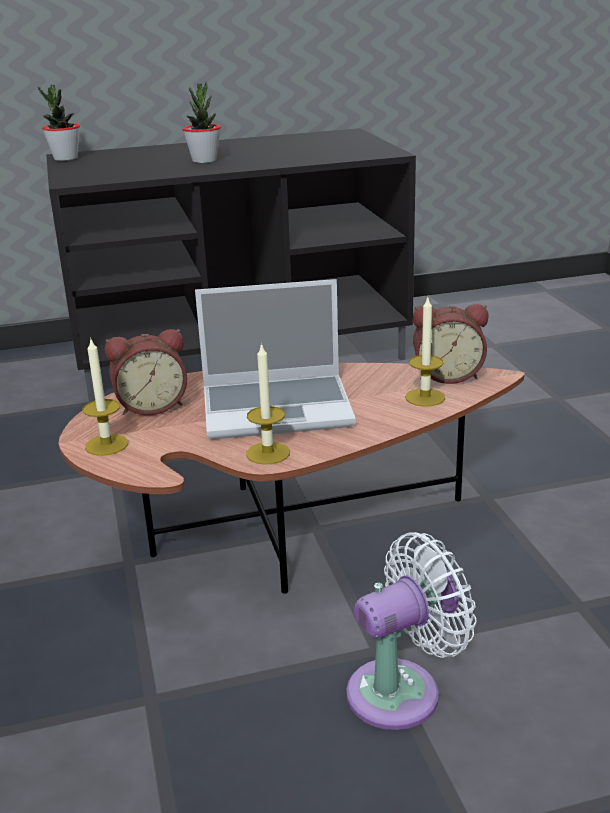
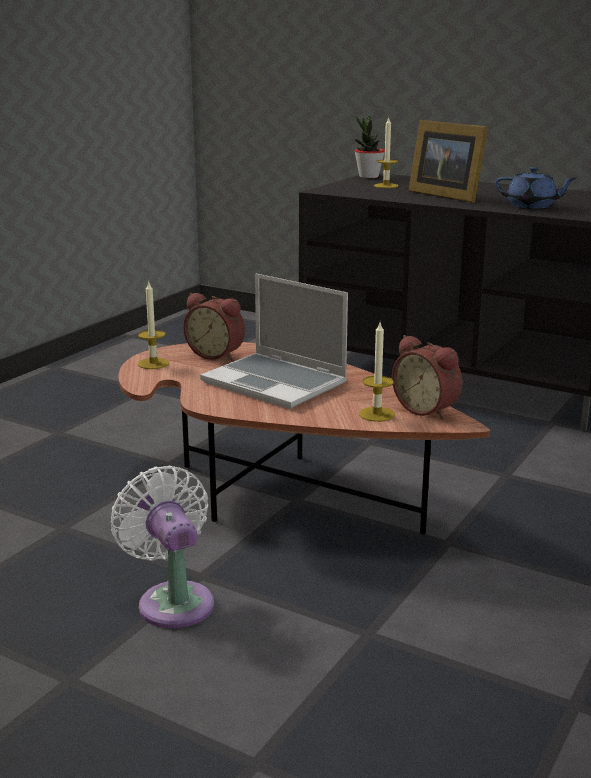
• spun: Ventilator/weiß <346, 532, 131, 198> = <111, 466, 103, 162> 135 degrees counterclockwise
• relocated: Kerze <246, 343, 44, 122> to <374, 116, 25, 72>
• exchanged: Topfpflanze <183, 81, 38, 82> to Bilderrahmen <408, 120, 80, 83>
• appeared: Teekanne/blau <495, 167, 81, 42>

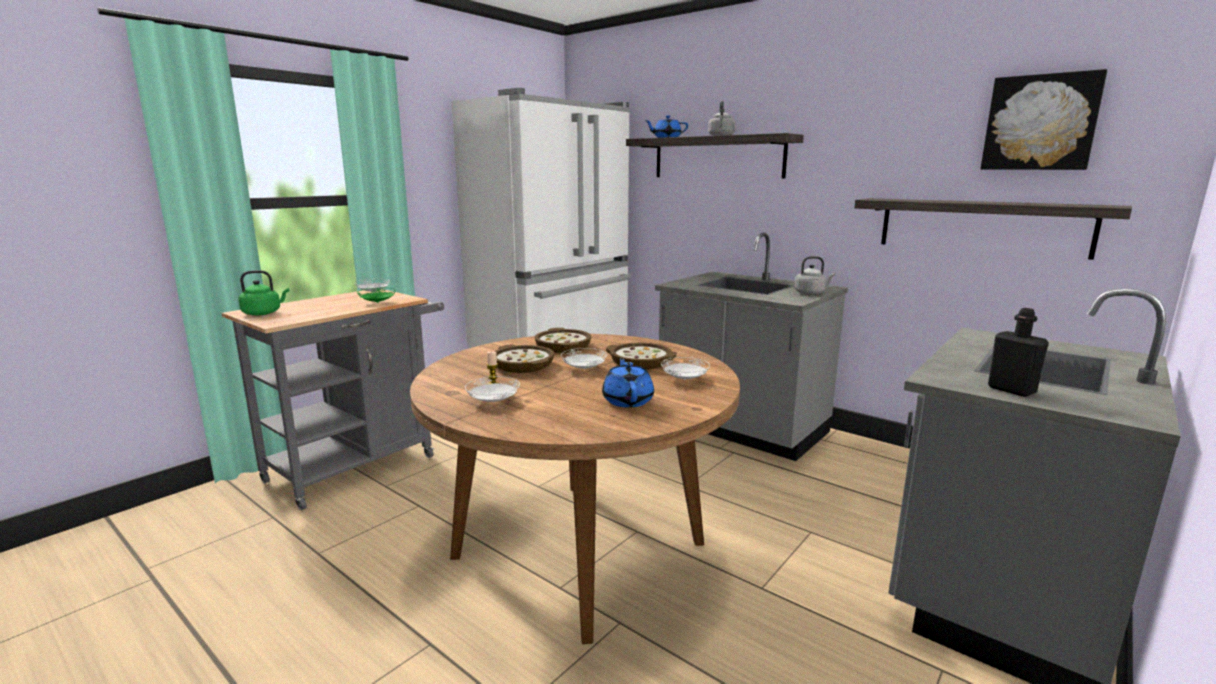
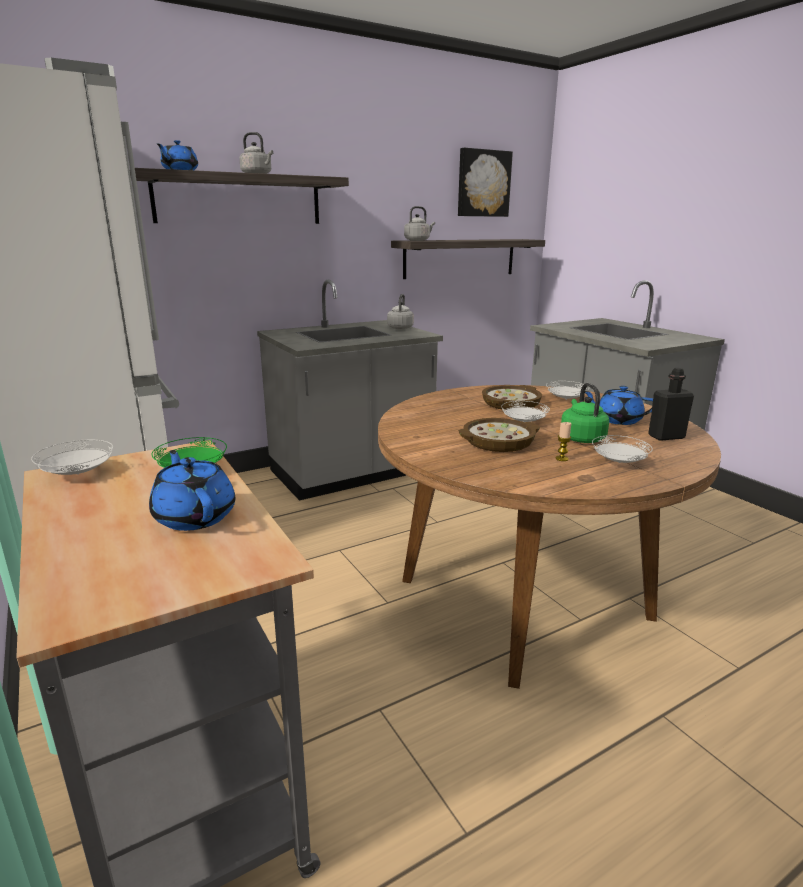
• appeared: Teekanne/blau <149, 450, 86, 81>
• appeared: Wasserkessel/grau <404, 206, 31, 35>
• relocated: Wasserkessel/grün <238, 270, 51, 46> to <561, 383, 48, 60>
• relocated: Flasche/schwarz <988, 308, 61, 89> to <648, 368, 46, 73>
• missing: Schüssel <535, 328, 56, 25>

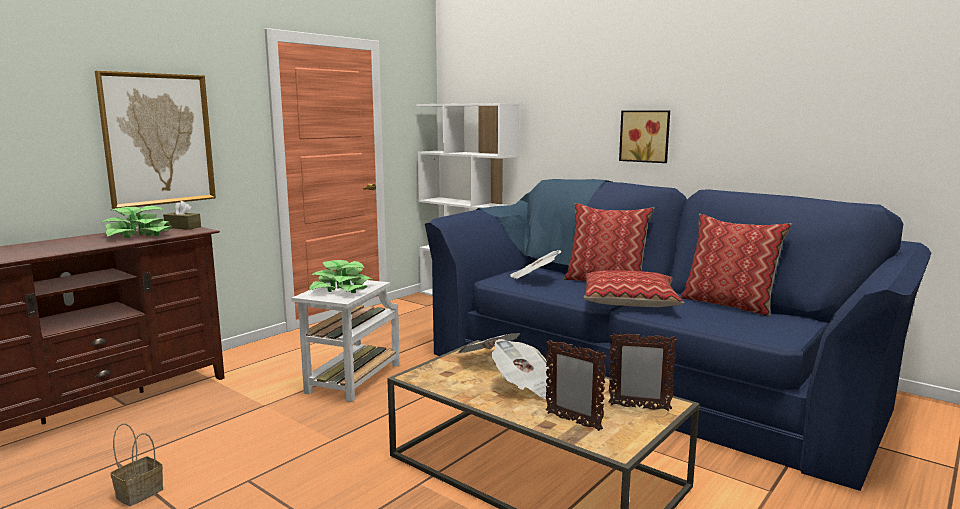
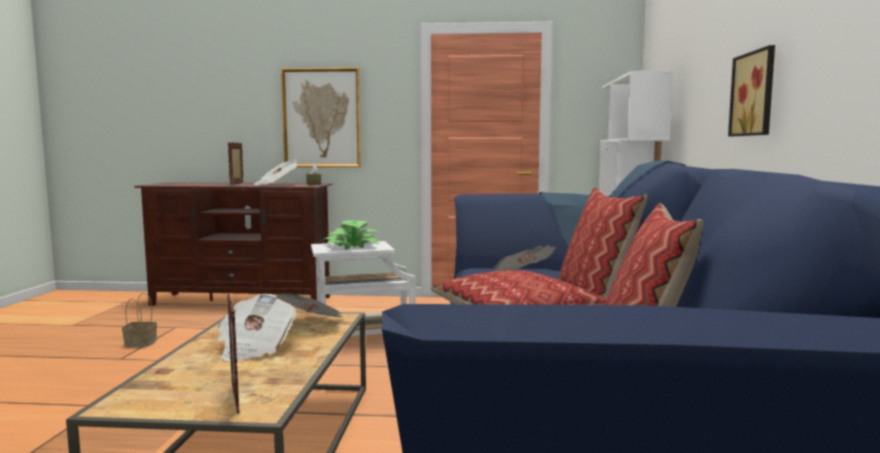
• relocated: Bilderrahmen <546, 339, 61, 92> to <228, 142, 16, 43>
• exchanged: Topfpflanze <101, 206, 71, 32> to Zeitung <254, 160, 44, 25>

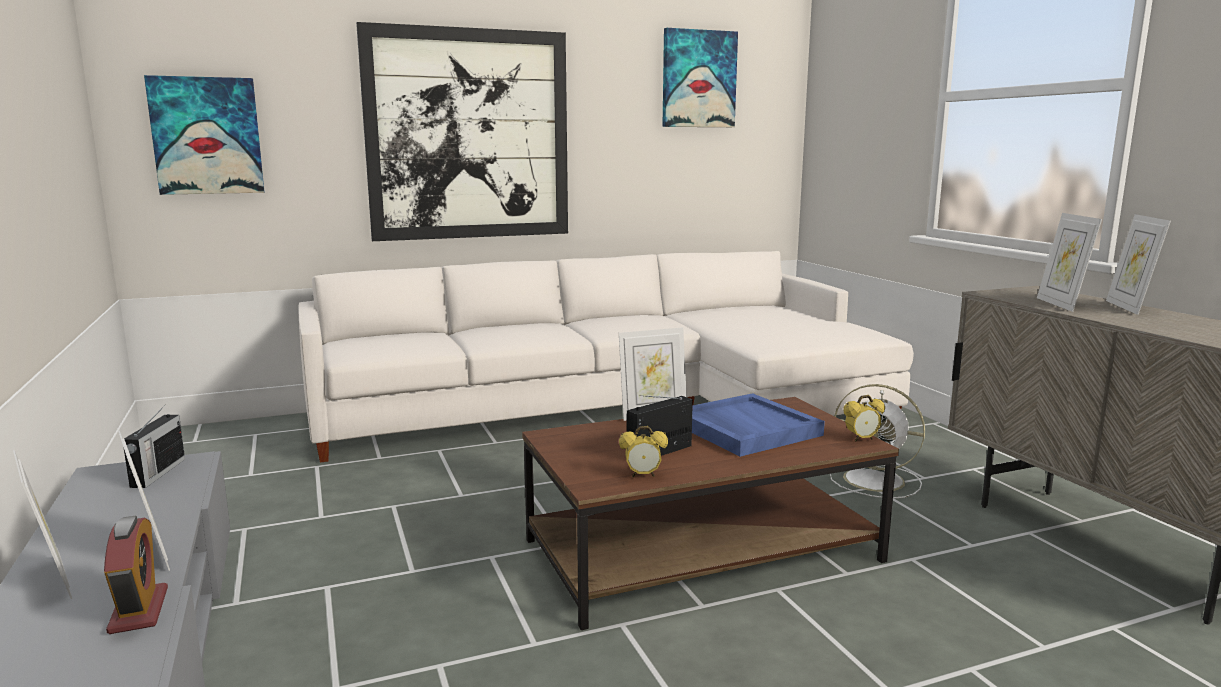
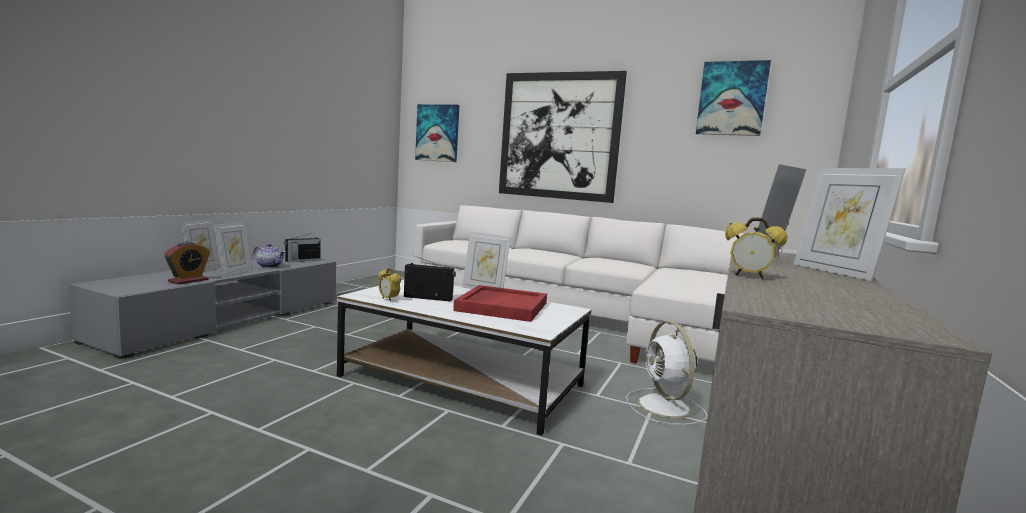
• appeared: Teekanne <253, 244, 32, 24>
• colour: Couchtisch/braun <522, 397, 377, 233> to Couchtisch/weiß <337, 280, 254, 156>
• colour: Tablett/blau <692, 393, 133, 64> to Tablett/rot <453, 285, 94, 37>
• relocated: Wecker <844, 395, 41, 47> to <725, 217, 62, 62>
• spun: Bilderrahmen <1106, 214, 65, 101> = <794, 168, 112, 113> 75 degrees counterclockwise

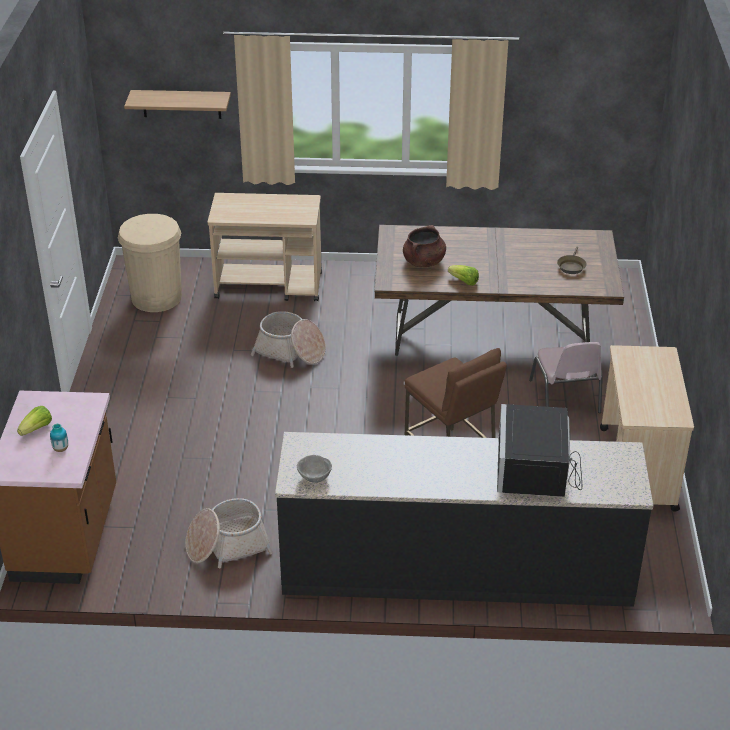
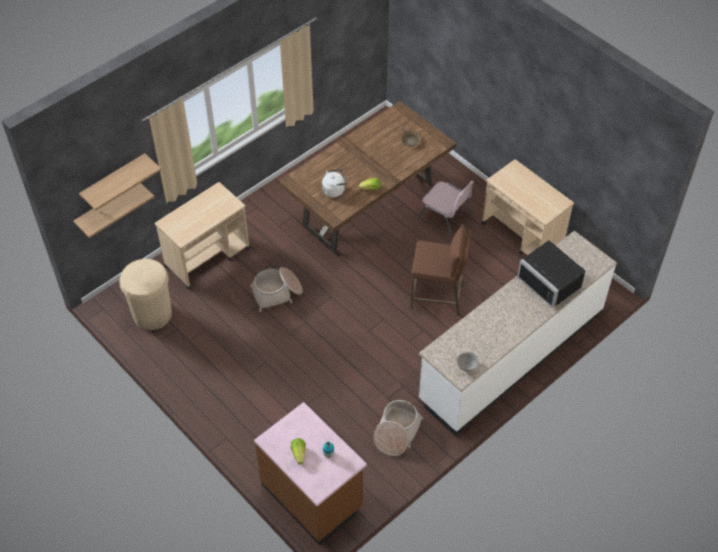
• appeared: Wandregal <73, 183, 81, 55>
• exchanged: Kochtopf/braun <403, 225, 43, 42> to Wasserkessel/weiß <322, 169, 26, 29>
• colour: Küchenzeile/schwarz <275, 432, 379, 175> to Küchenzeile/weiß <419, 231, 198, 205>

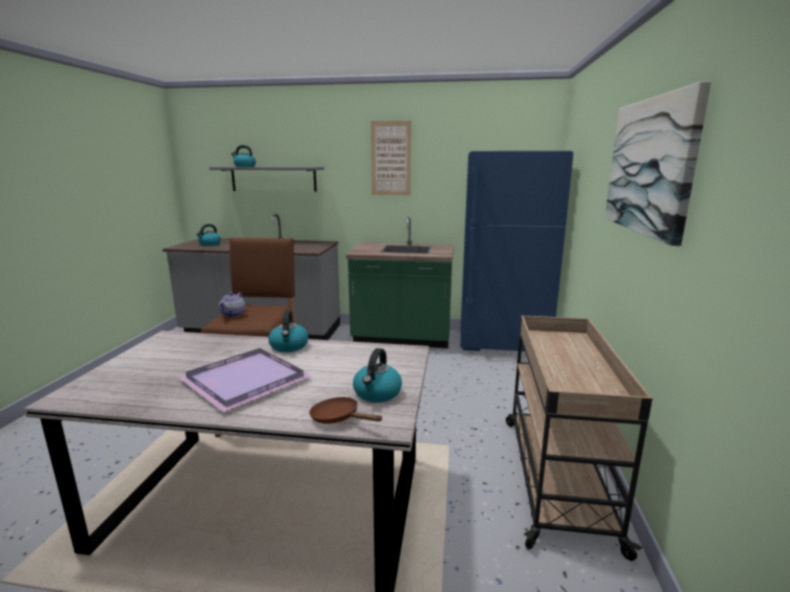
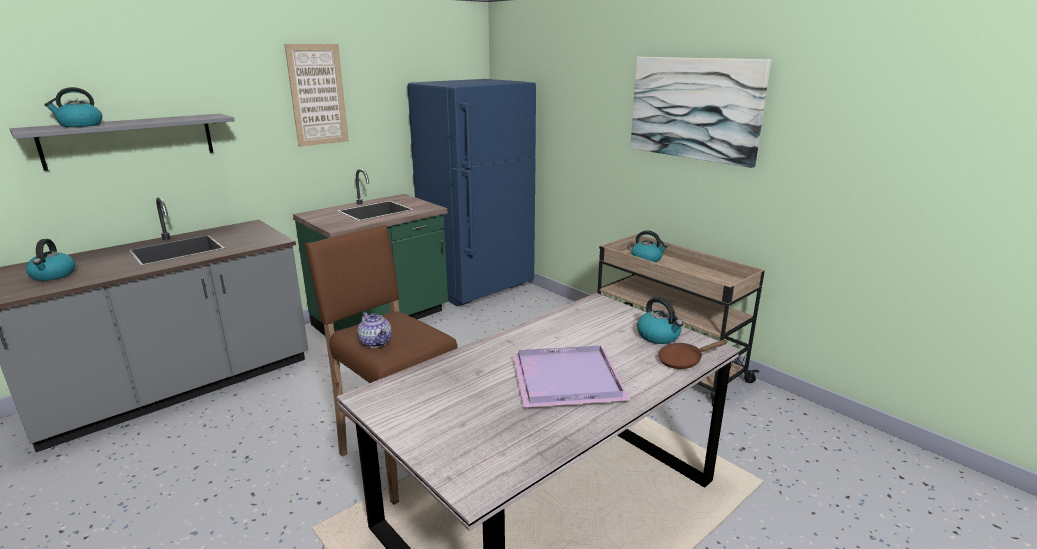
• relocated: Wasserkessel <268, 310, 40, 42> to <631, 230, 37, 33>

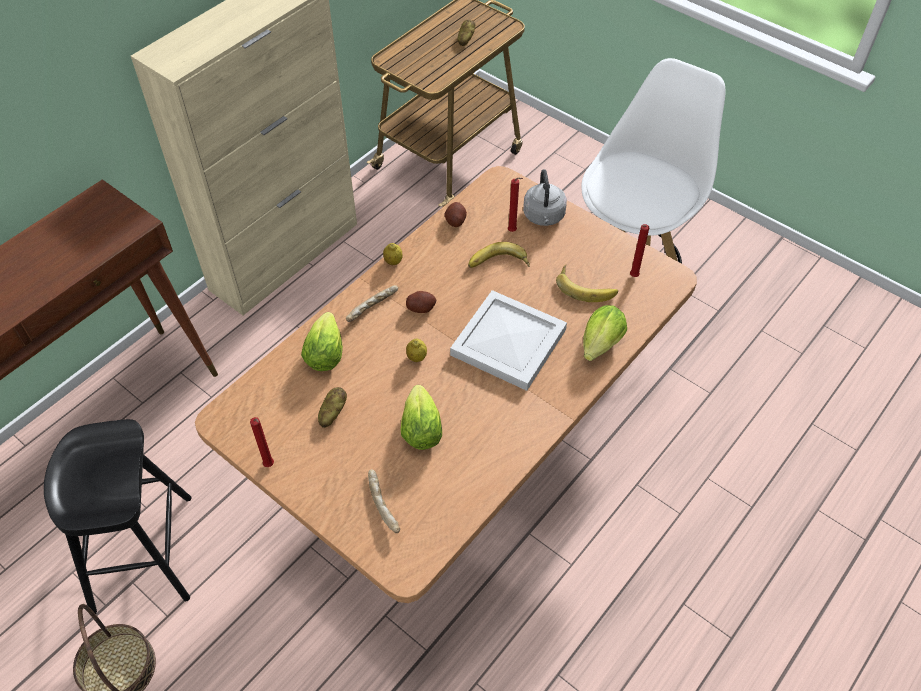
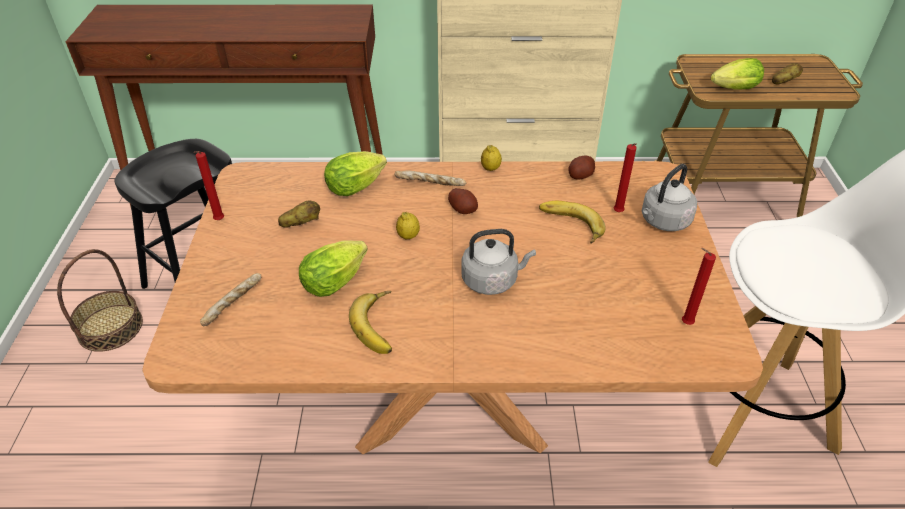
• relocated: Banane <556, 265, 62, 37> to <349, 291, 43, 63>
• exchanged: Tablett/weiß <450, 290, 117, 101> to Wasserkessel/grau <461, 229, 75, 66>
• relocated: Salatkopf <583, 305, 44, 56> to <711, 58, 53, 32>

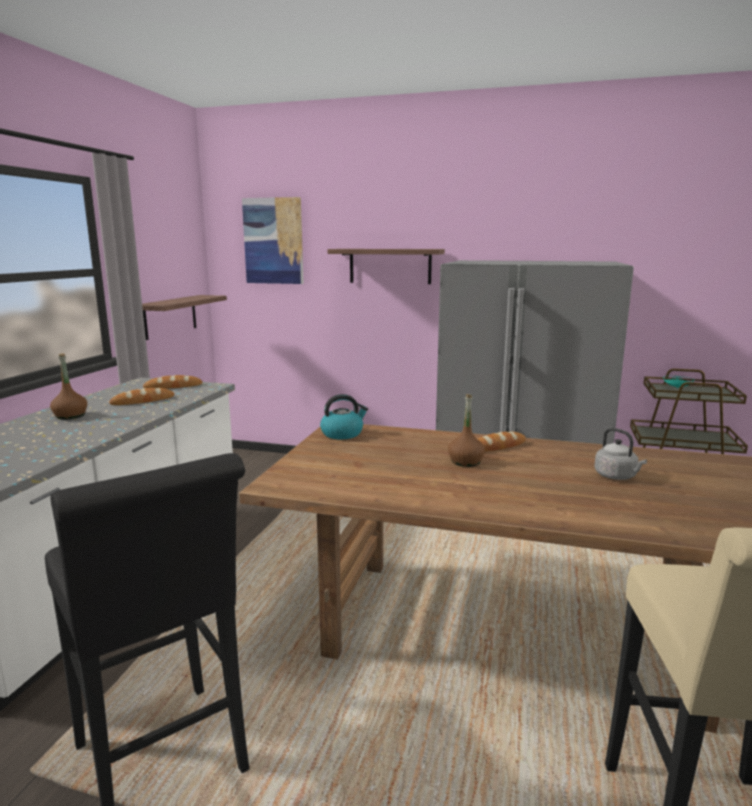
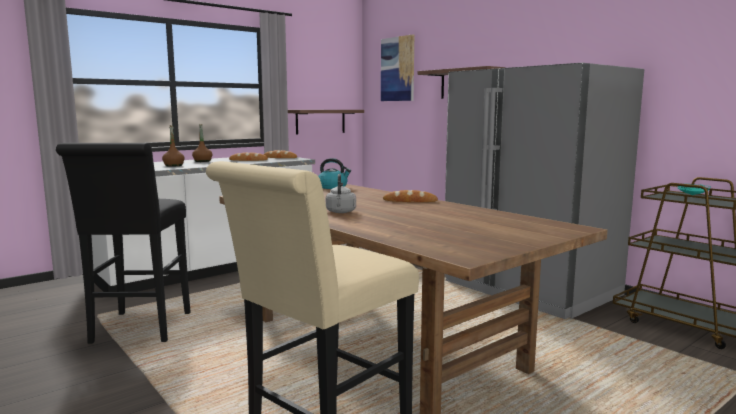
• relocated: Flasche/braun <448, 394, 37, 73> to <162, 125, 23, 42>
• relocated: Wasserkessel/grau <594, 428, 53, 52> to <326, 174, 30, 39>

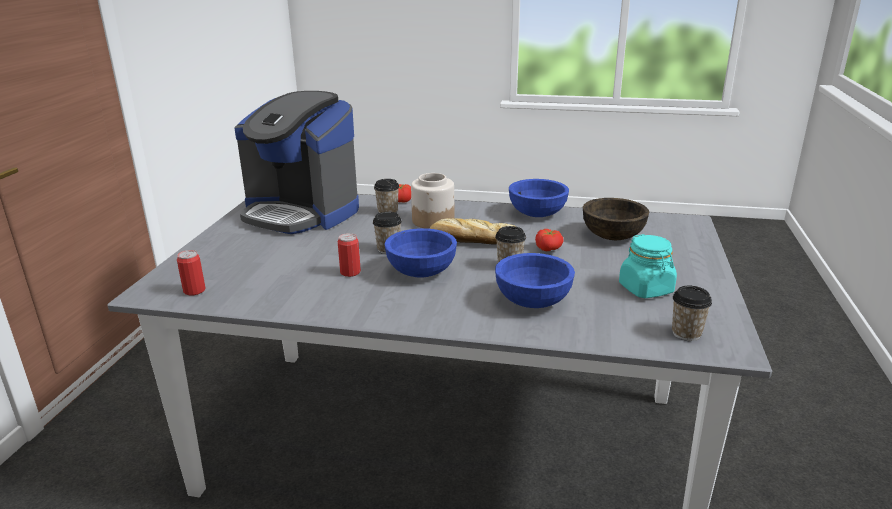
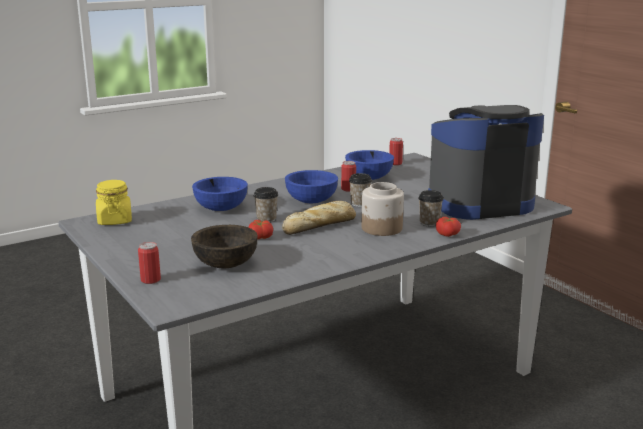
• exchanged: Tasse <672, 286, 40, 55> to Vorratsglas/gelb <96, 180, 36, 45>
• appeared: Dose <138, 242, 23, 42>
• relocated: Schüssel/blau <509, 179, 60, 38> to <345, 150, 49, 30>
• missing: Vorratsglas/türkis <619, 234, 58, 64>

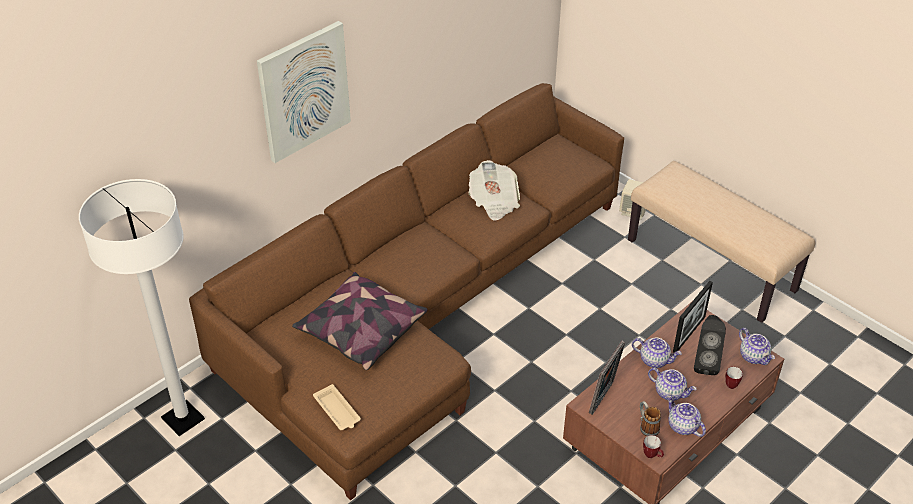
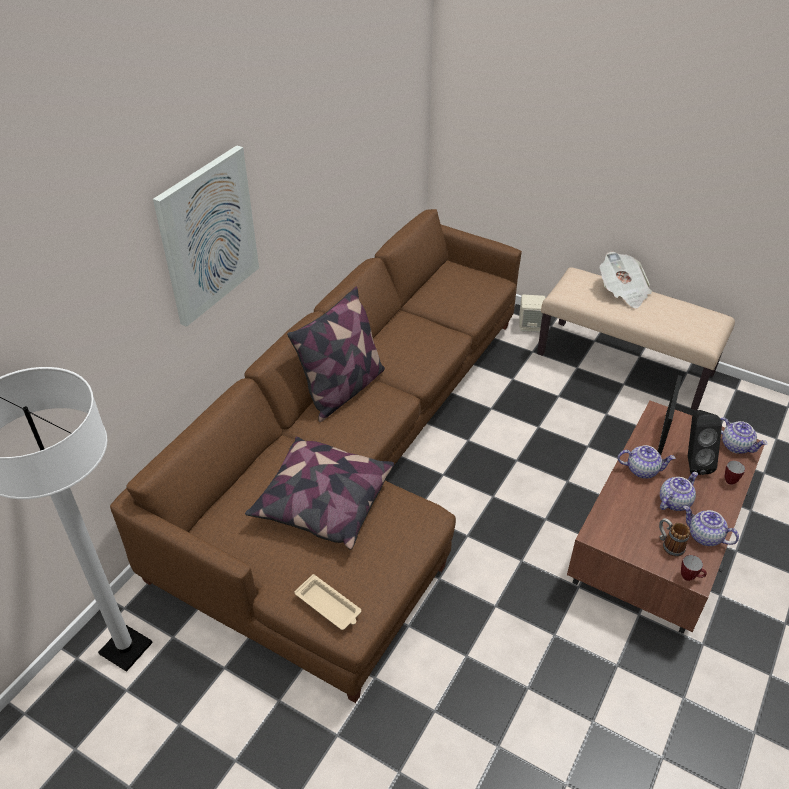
• appeared: Kissen <287, 286, 98, 136>
• relocated: Zeitung <469, 160, 51, 61> to <600, 251, 52, 58>
• spun: Teekanne <648, 368, 49, 33> = <660, 472, 38, 39> 60 degrees counterclockwise
• missing: Bilderrahmen <589, 340, 36, 75>

